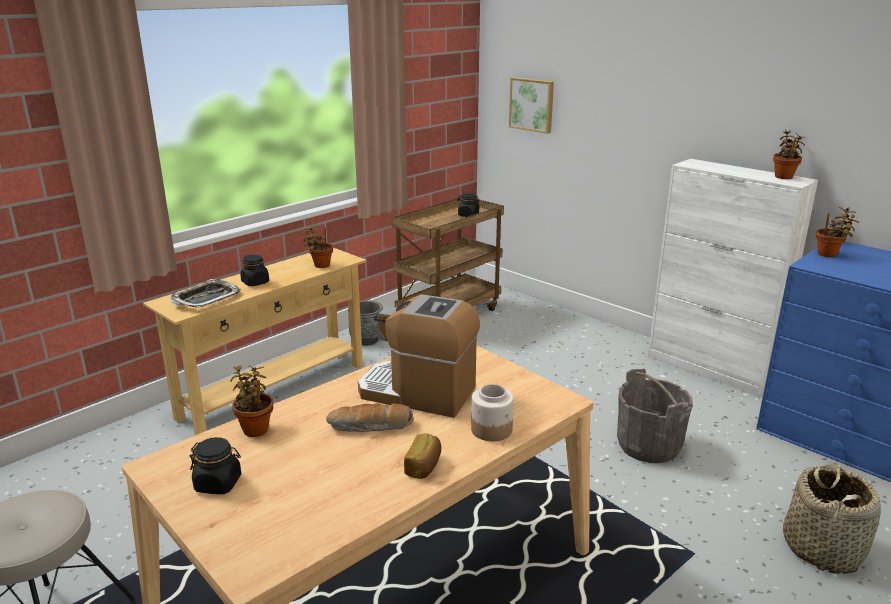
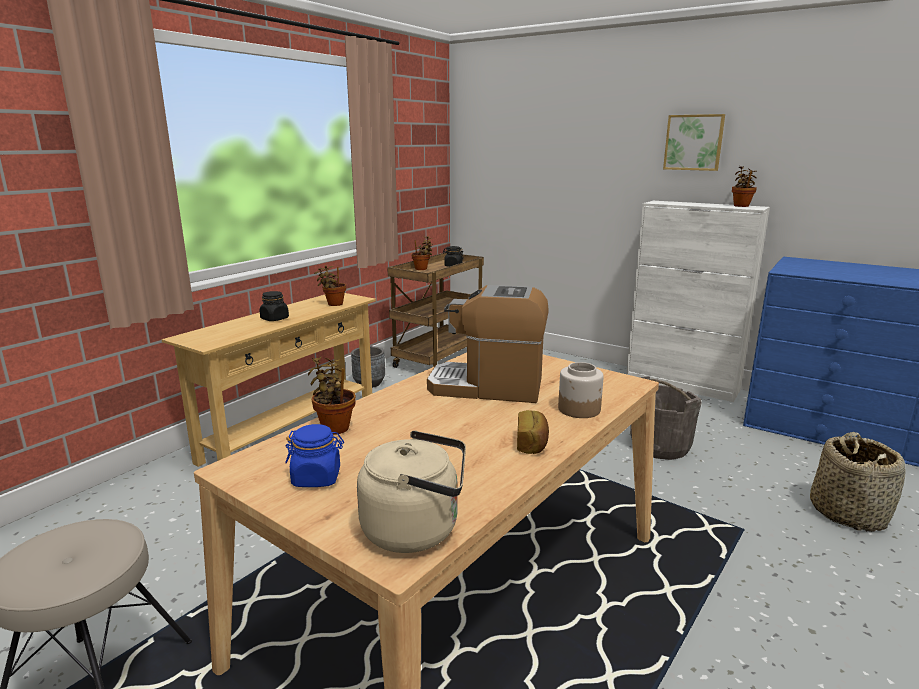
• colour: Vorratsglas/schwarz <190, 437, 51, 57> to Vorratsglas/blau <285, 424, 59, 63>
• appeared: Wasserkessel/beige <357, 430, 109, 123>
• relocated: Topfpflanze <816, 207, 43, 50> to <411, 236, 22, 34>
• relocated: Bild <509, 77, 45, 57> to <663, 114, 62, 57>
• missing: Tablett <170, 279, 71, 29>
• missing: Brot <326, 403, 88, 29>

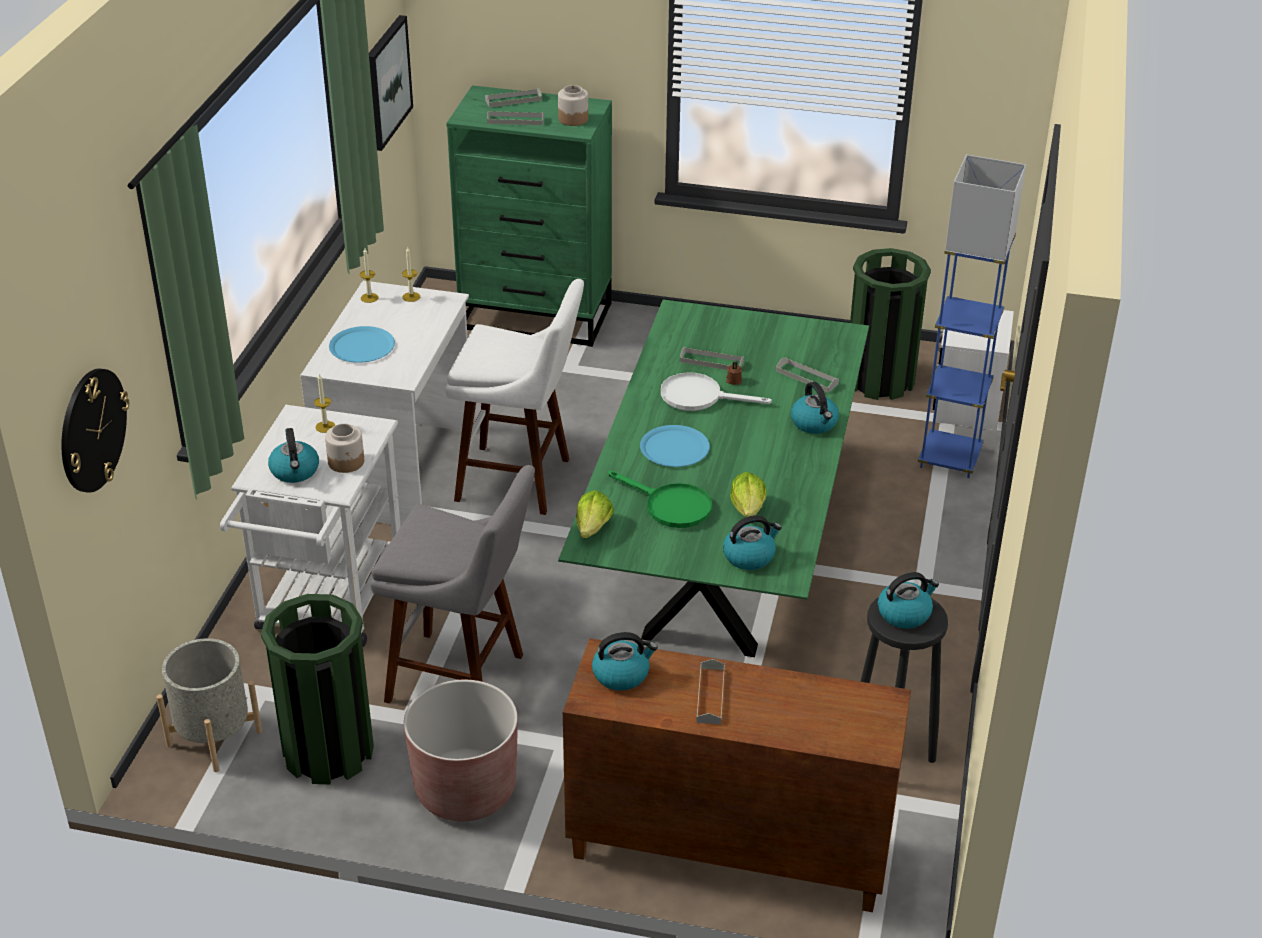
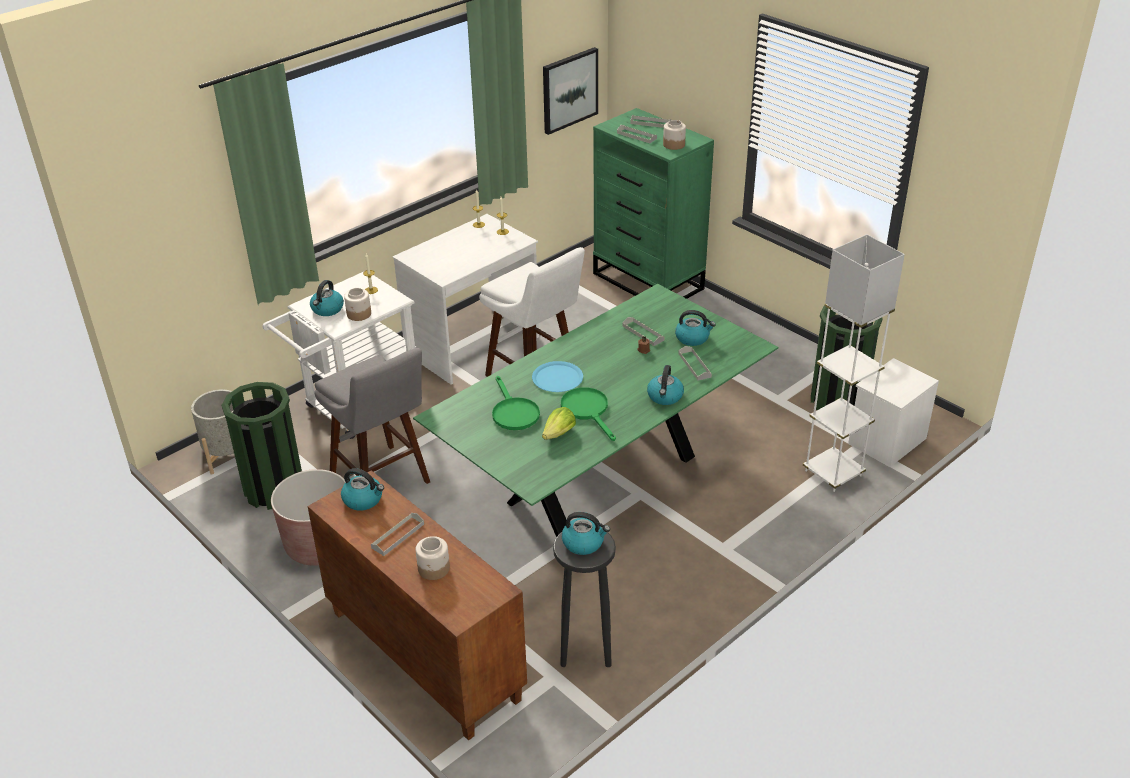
• appeared: Vorratsglas <415, 536, 35, 44>
• appeared: Pfanne/grün <561, 387, 55, 54>
• relocated: Wasserkessel <723, 515, 59, 55> to <675, 310, 41, 36>
• colour: Stehlampe/blau <918, 155, 108, 323> to Stehlampe/weiß <803, 234, 102, 258>
• missing: Wanduhr <61, 369, 68, 124>
• missing: Teller/blau <329, 326, 66, 37>
• missing: Salatkopf <576, 490, 38, 48>
• missing: Pfanne/weiß <661, 372, 111, 39>

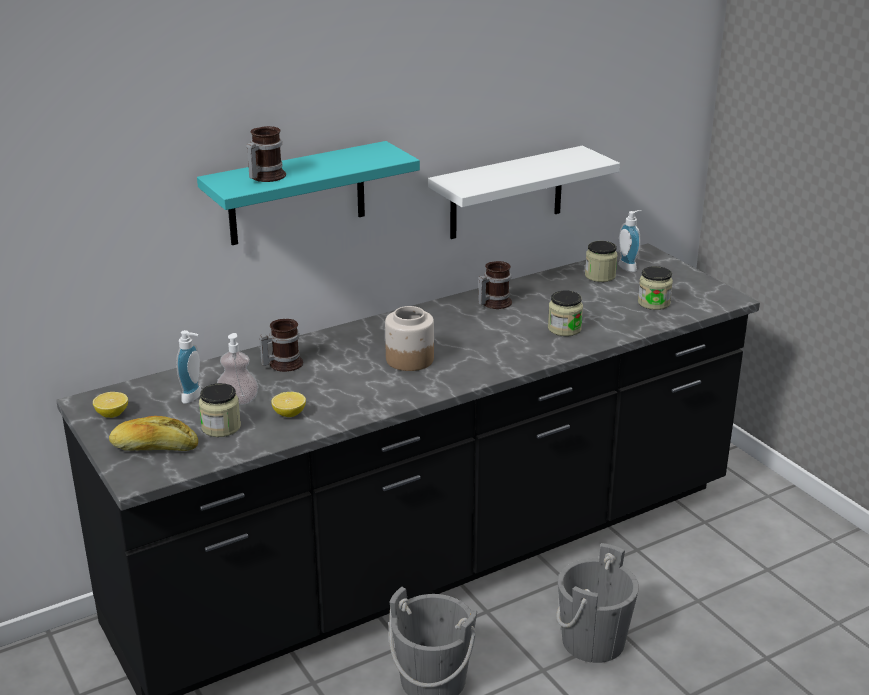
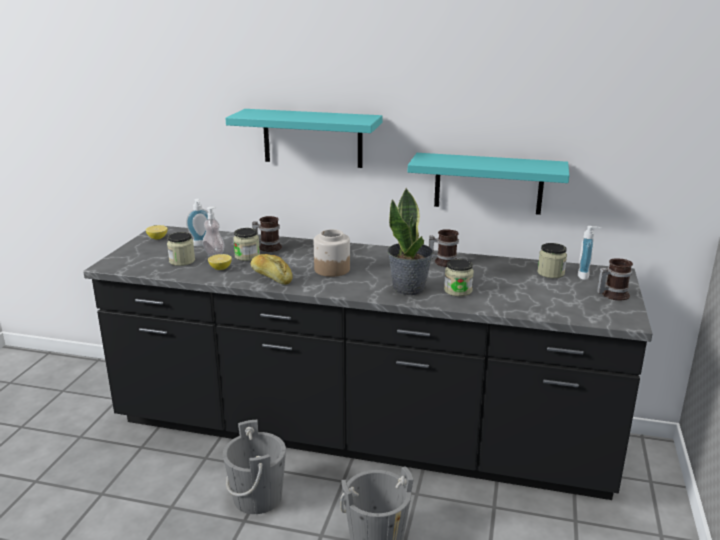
• relocated: Vorratsglas <638, 266, 35, 44> to <233, 228, 27, 33>
• relocated: Brot <109, 416, 89, 35> to <251, 254, 42, 31>
• appeared: Topfpflanze <387, 187, 46, 108>
• colour: Wandregal/weiß <428, 146, 192, 93> to Wandregal/türkis <408, 153, 161, 62>
• relocated: Henkelbecher <246, 126, 40, 56> to <597, 258, 36, 42>

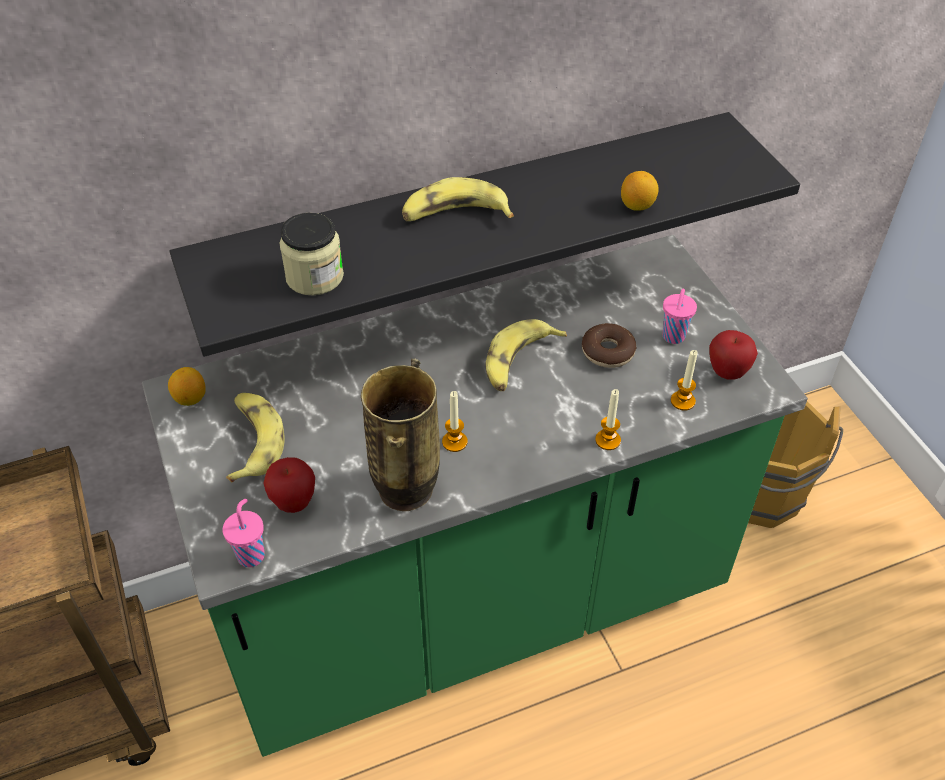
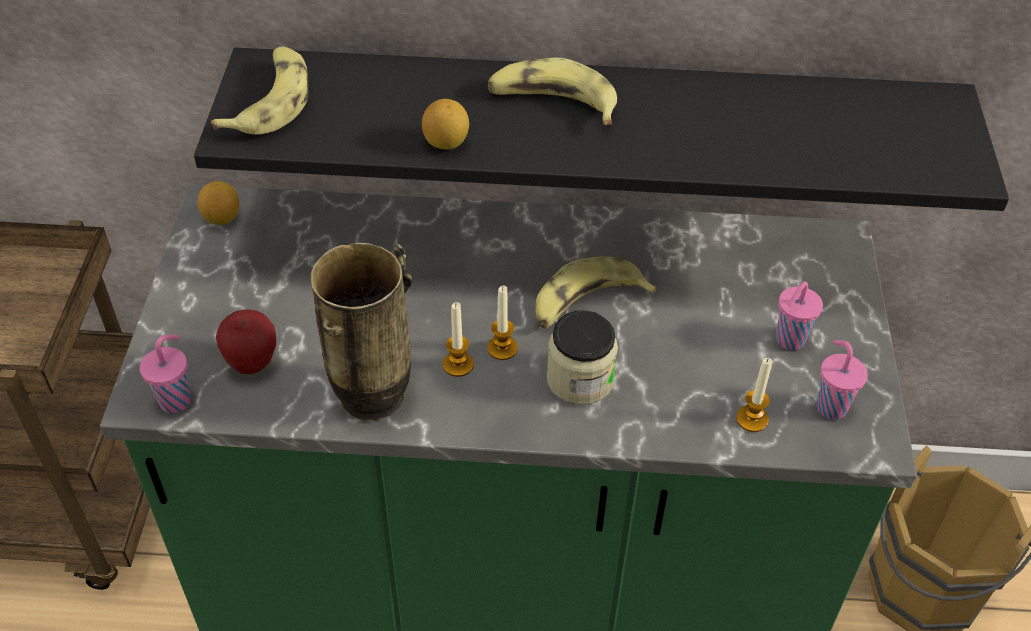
• relocated: Banane <226, 393, 59, 89> to <211, 46, 98, 89>
• relocated: Zitrone <621, 171, 38, 40> to <422, 99, 47, 51>
• relocated: Kerze <595, 389, 26, 61> to <487, 286, 31, 74>
• relocated: Vorratsglas <279, 213, 65, 83> to <547, 310, 71, 95>
• exchanged: Apfel <709, 330, 49, 50> to Tasse/rosa <816, 340, 52, 80>
• missing: Donut <582, 323, 55, 45>

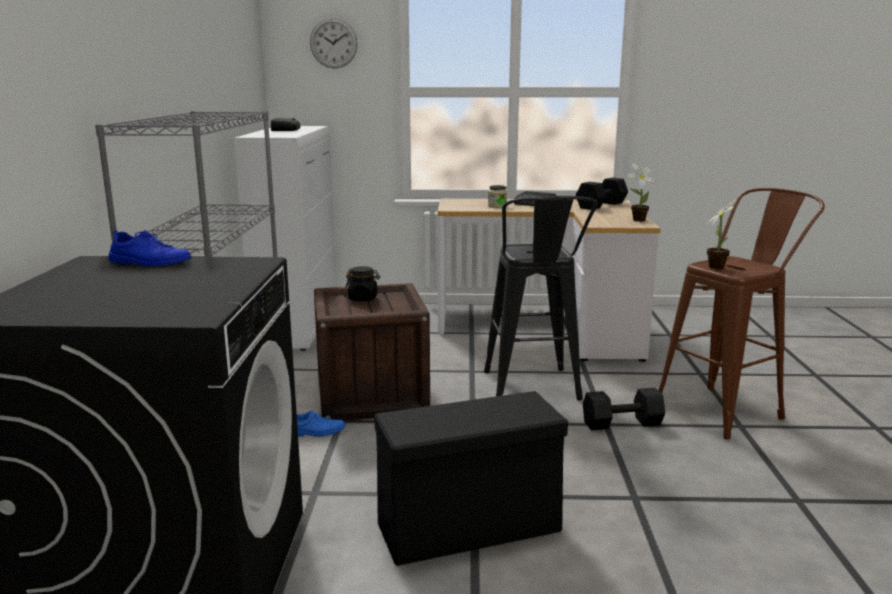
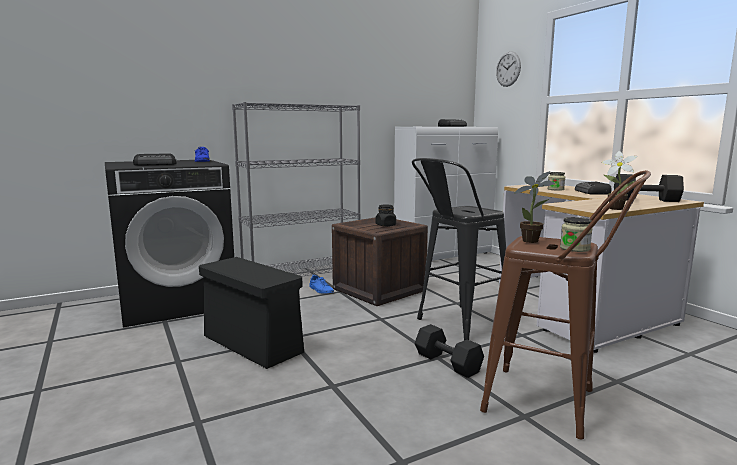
• appeared: Radio <133, 153, 43, 13>
• appeared: Vorratsglas <560, 217, 33, 35>

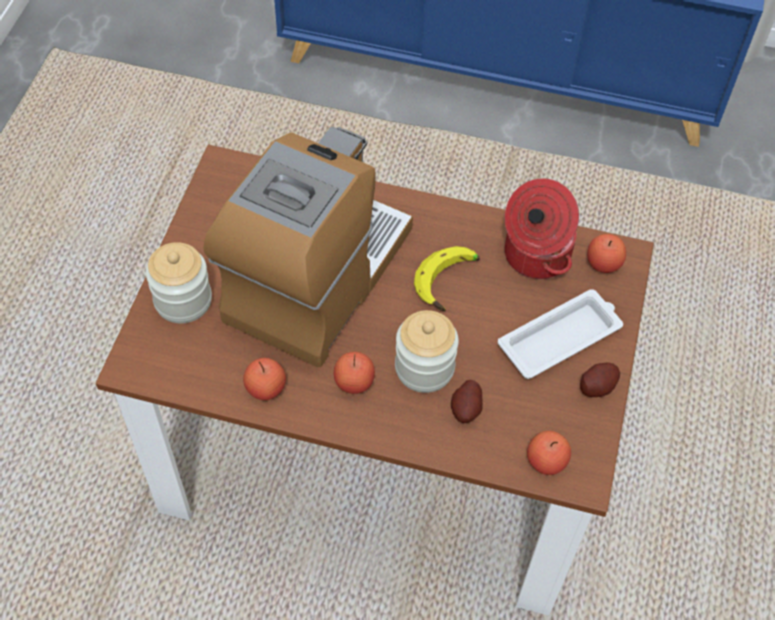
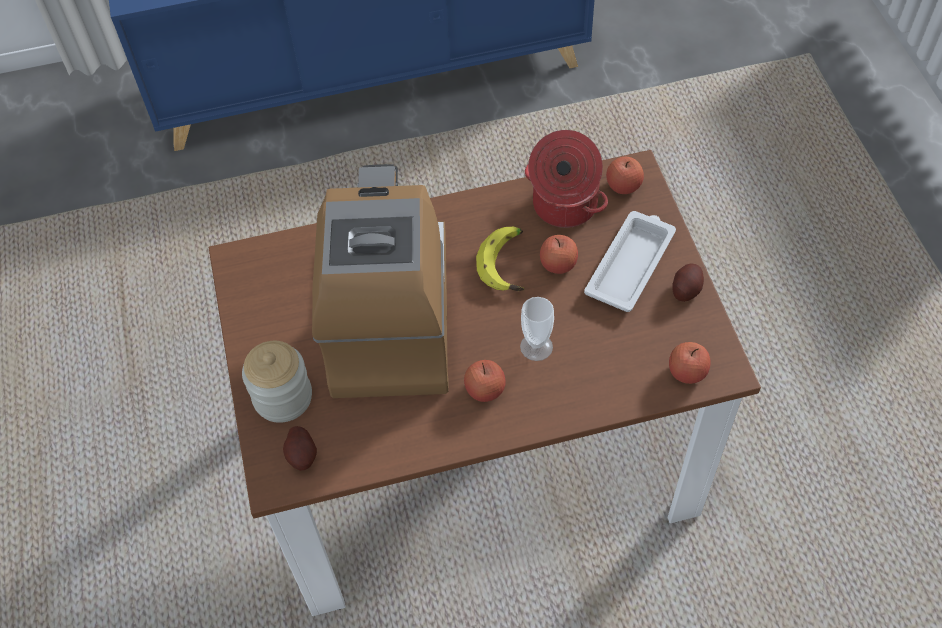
• relocated: Kartoffel <451, 380, 31, 43> to <283, 426, 34, 45>
• exchanged: Vorratsglas <395, 310, 64, 83> to Tasse <520, 297, 34, 64>
• relocated: Apfel <243, 358, 43, 42> to <540, 235, 38, 39>

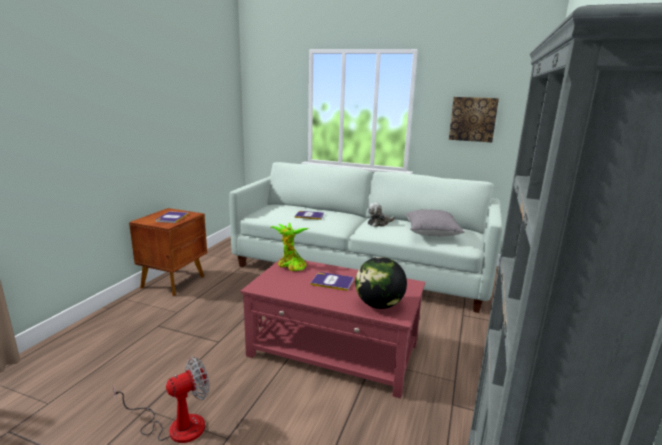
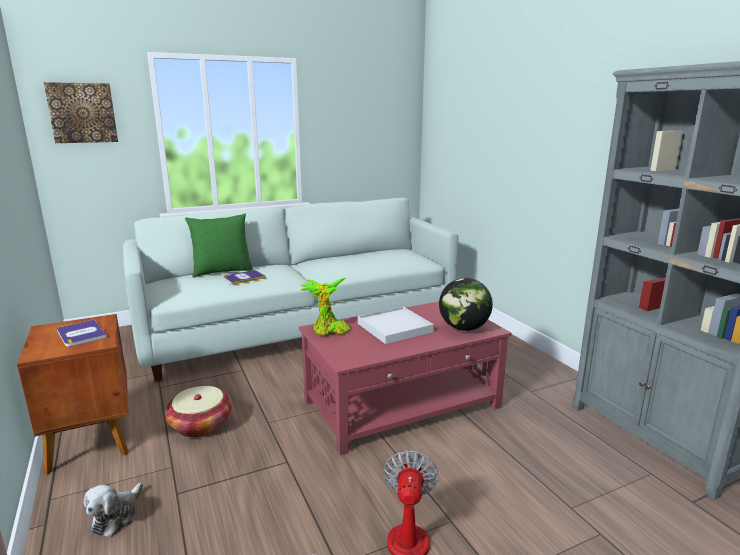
• relocated: Bild <449, 97, 50, 45> to <44, 82, 74, 61>
• relocated: Plüschtier <368, 203, 27, 24> to <84, 482, 59, 55>
• appeared: Korb <165, 386, 67, 52>
• appeared: Kissen/grün <185, 214, 68, 64>
• exchanged: Buch <310, 272, 43, 19> to Tablett/weiß <358, 306, 76, 38>
• missing: Kissen/grau <405, 209, 60, 27>

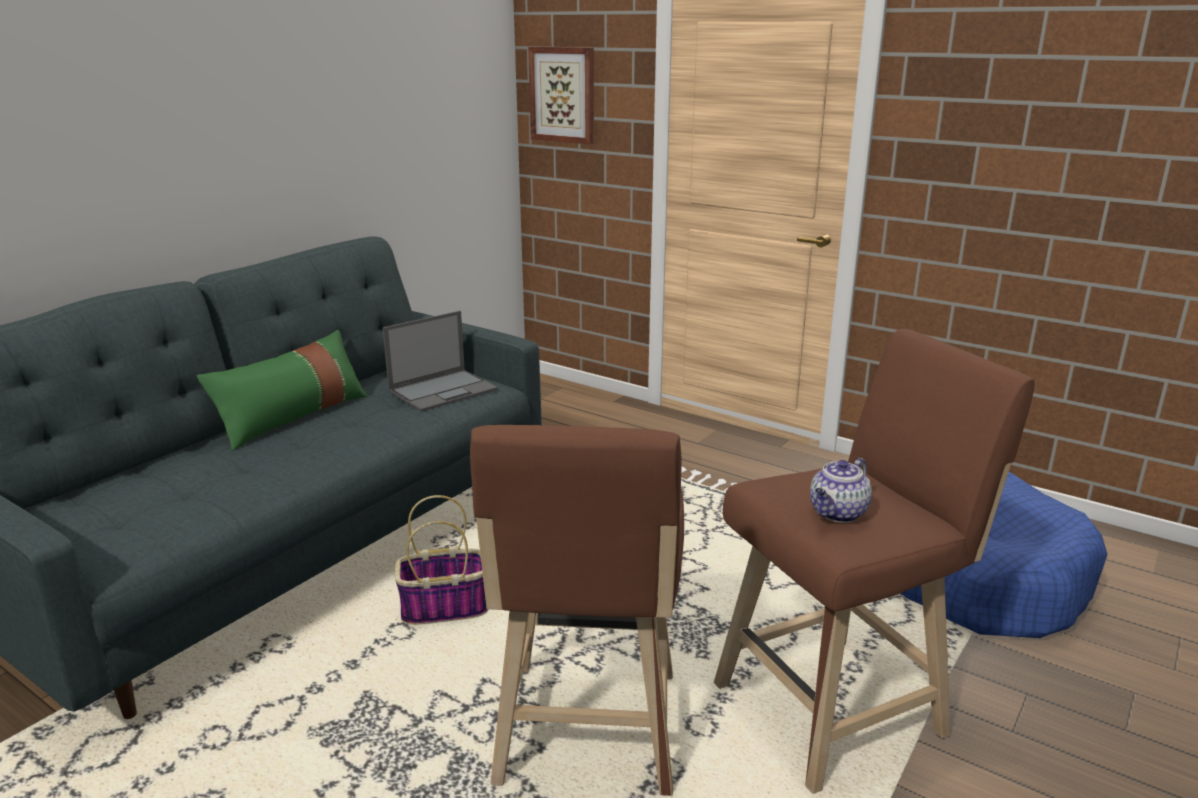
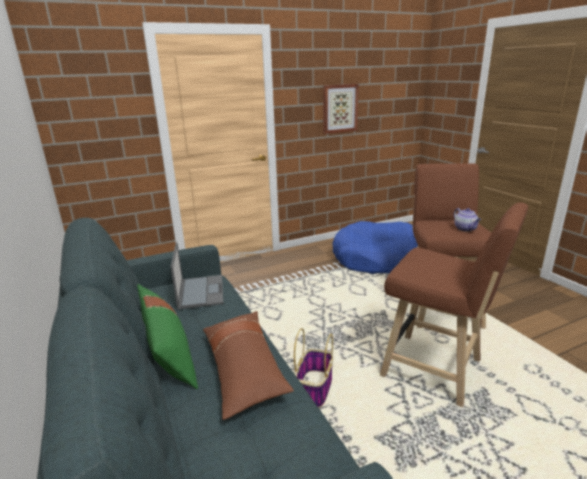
• appeared: Kissen/braun <203, 311, 91, 109>
• relocated: Bild <528, 47, 66, 97> to <323, 84, 36, 50>

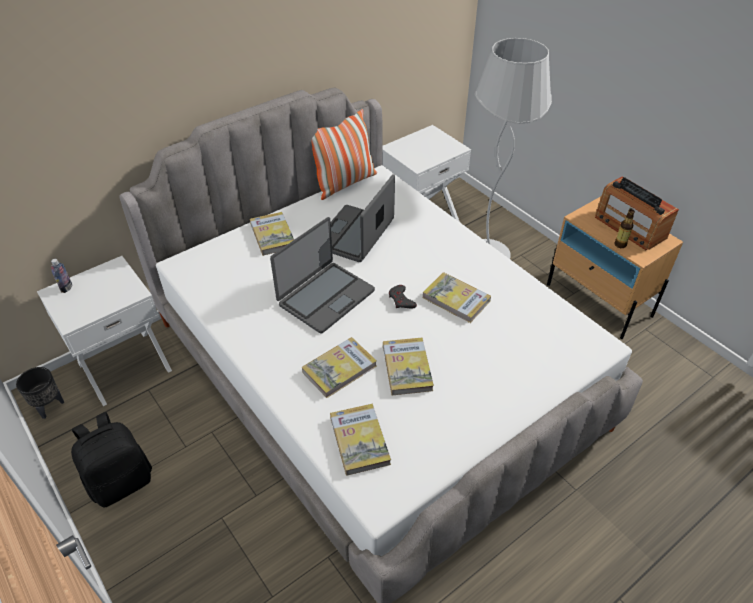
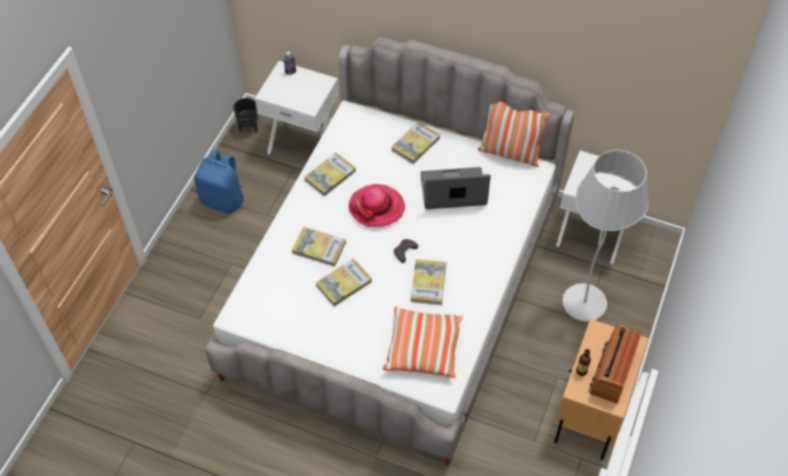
• colour: Rucksack/schwarz <71, 412, 81, 96> to Rucksack/blau <194, 149, 50, 64>
• relocated: Buch <330, 404, 61, 72> to <305, 153, 51, 44>
• exchanged: Laptop <270, 217, 105, 117> to Hut <349, 184, 56, 43>
• appeared: Kissen <382, 307, 81, 71>

